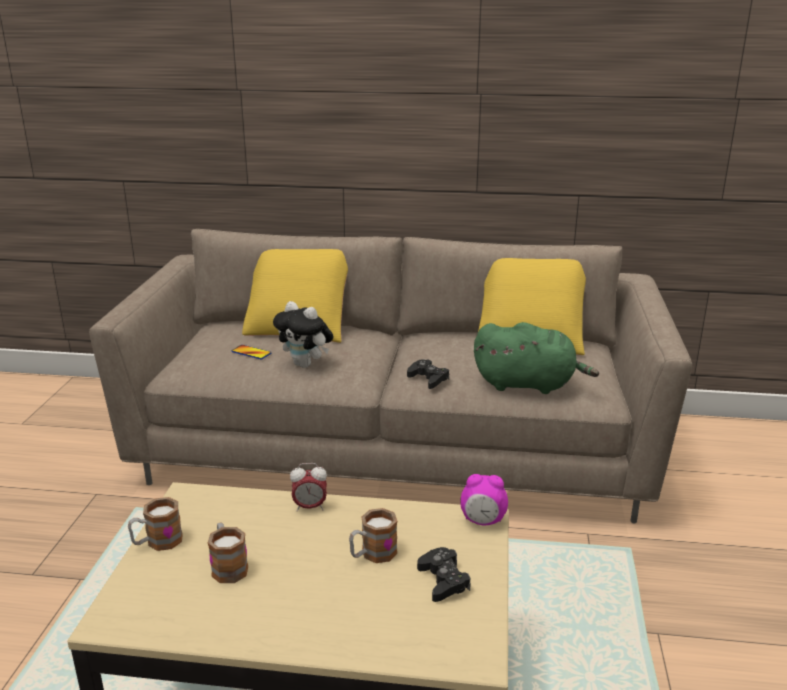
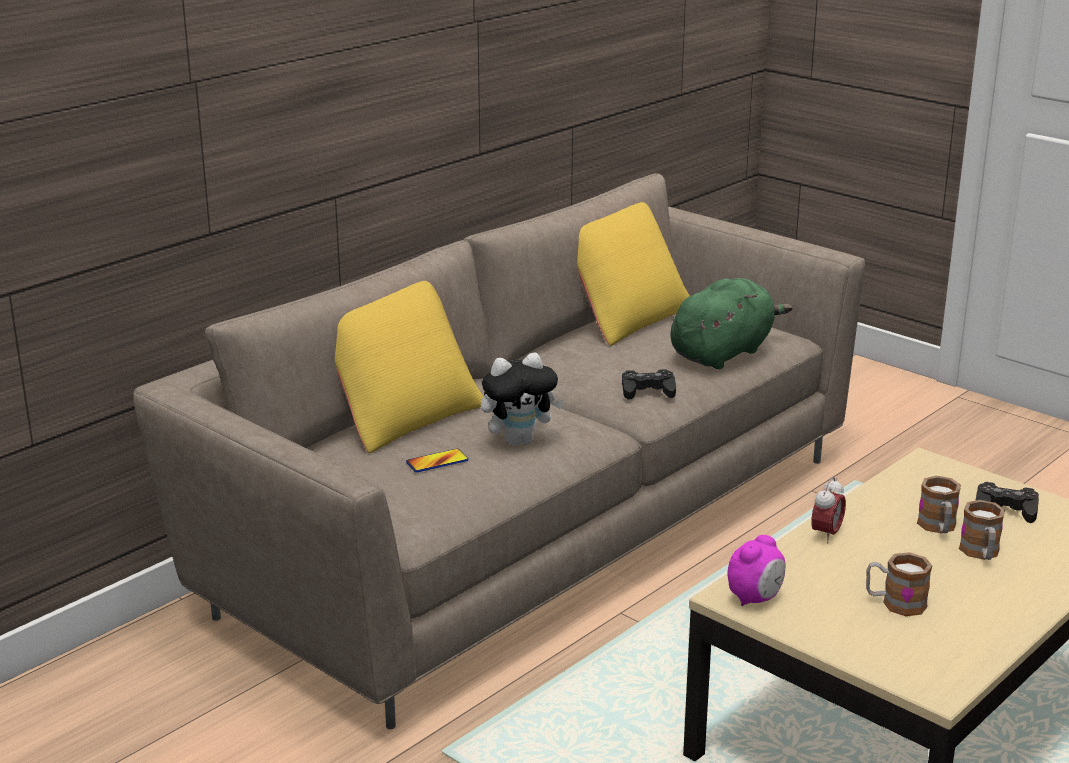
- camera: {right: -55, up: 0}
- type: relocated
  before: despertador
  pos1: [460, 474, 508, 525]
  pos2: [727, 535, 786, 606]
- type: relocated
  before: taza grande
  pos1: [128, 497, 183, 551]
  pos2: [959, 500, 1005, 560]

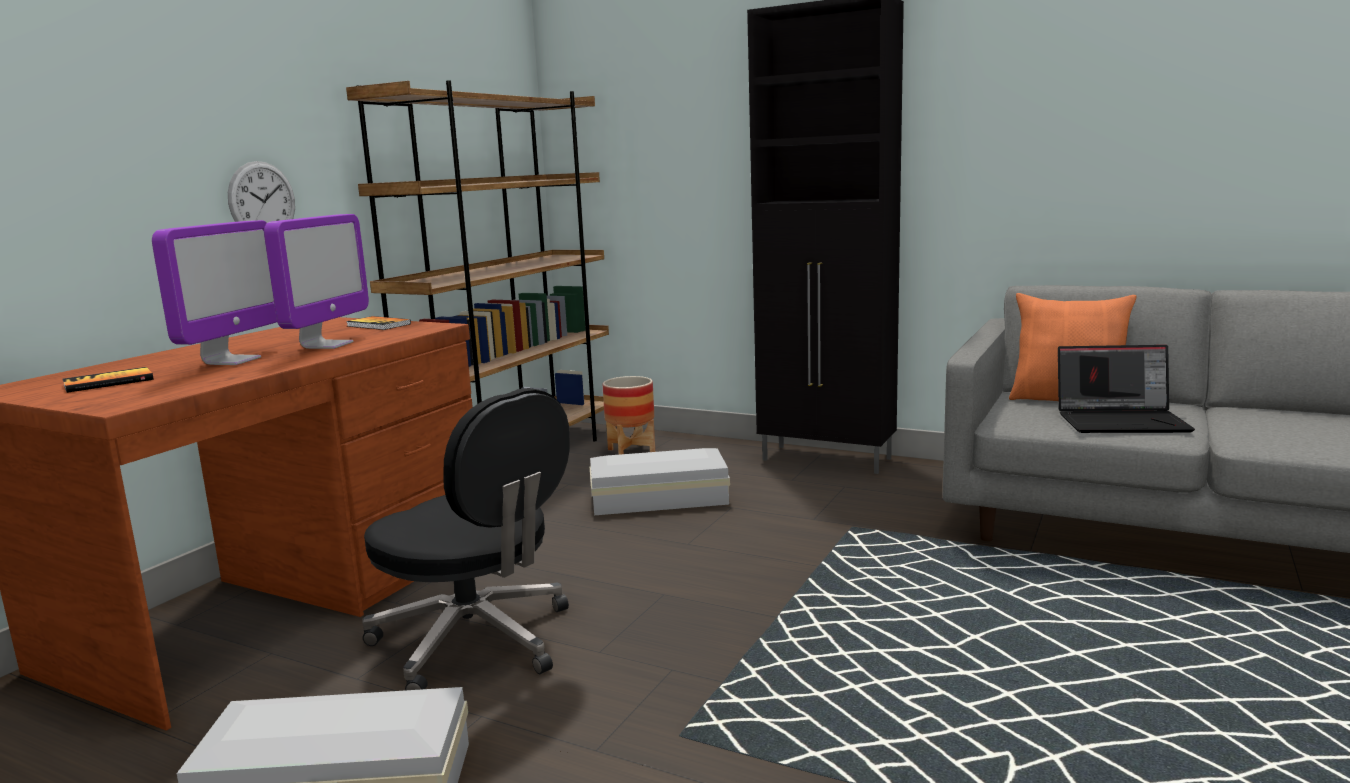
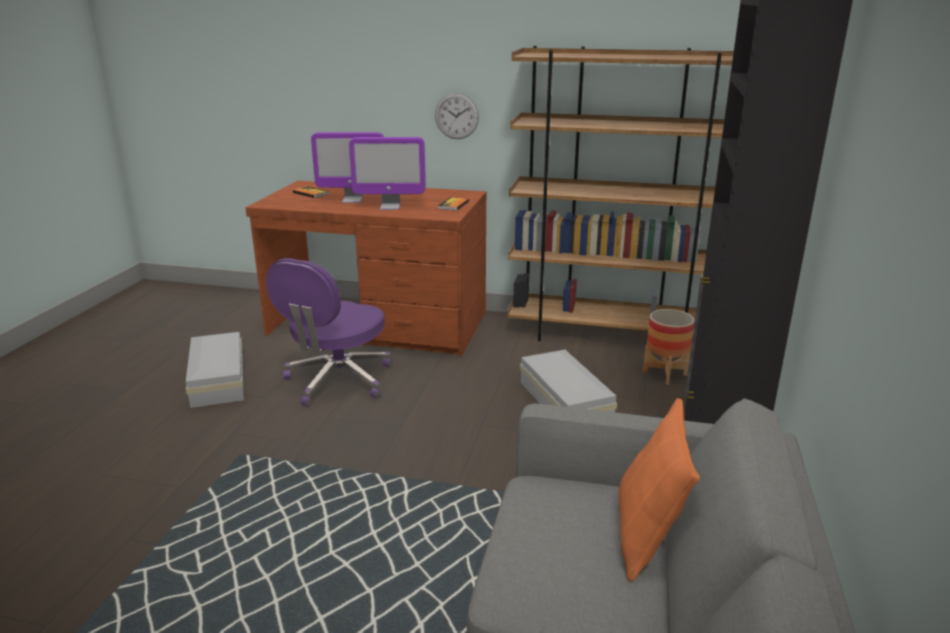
- camera: {right: 75, up: 10}
- type: colour
  before: silla de oficina/negro
  after: silla de oficina/morado
  pos1: [362, 388, 570, 690]
  pos2: [266, 258, 393, 407]
- type: missing
  before: portátil
  pos1: [1058, 345, 1195, 433]

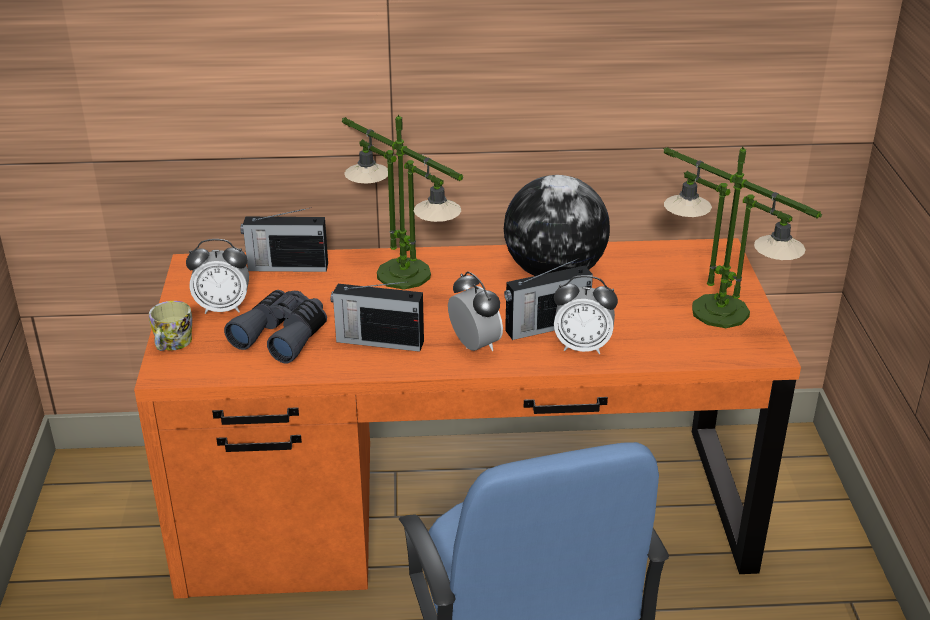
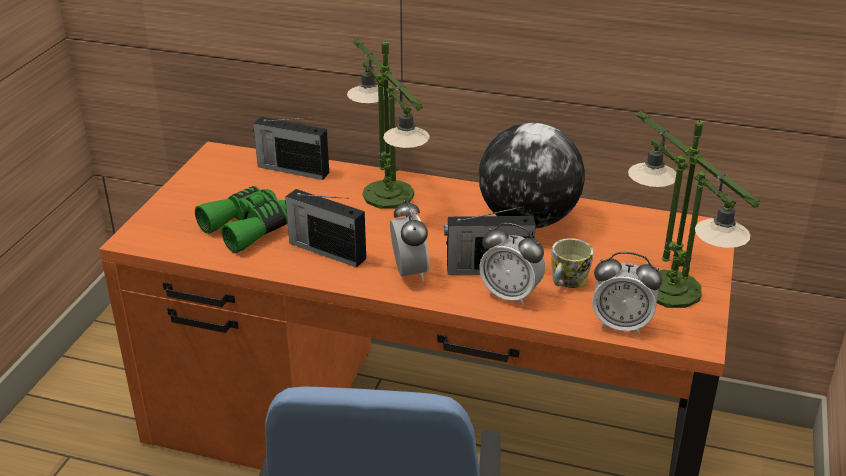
- camera: {right: 20, up: 0}
- type: colour
  before: prismáticos/gris
  after: prismáticos/verde
  pos1: [224, 290, 327, 363]
  pos2: [195, 186, 288, 253]
- type: relocated
  before: taza grande
  pos1: [149, 301, 192, 351]
  pos2: [551, 238, 593, 288]
- type: relocated
  before: despertador
  pos1: [186, 239, 249, 314]
  pos2: [592, 252, 662, 335]

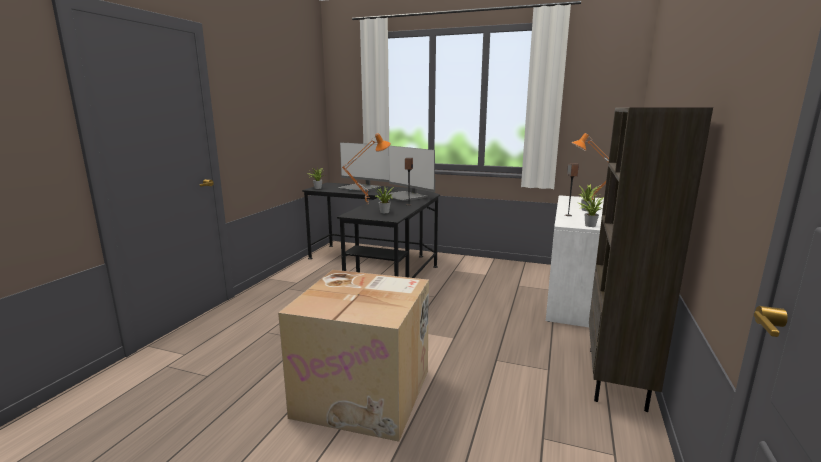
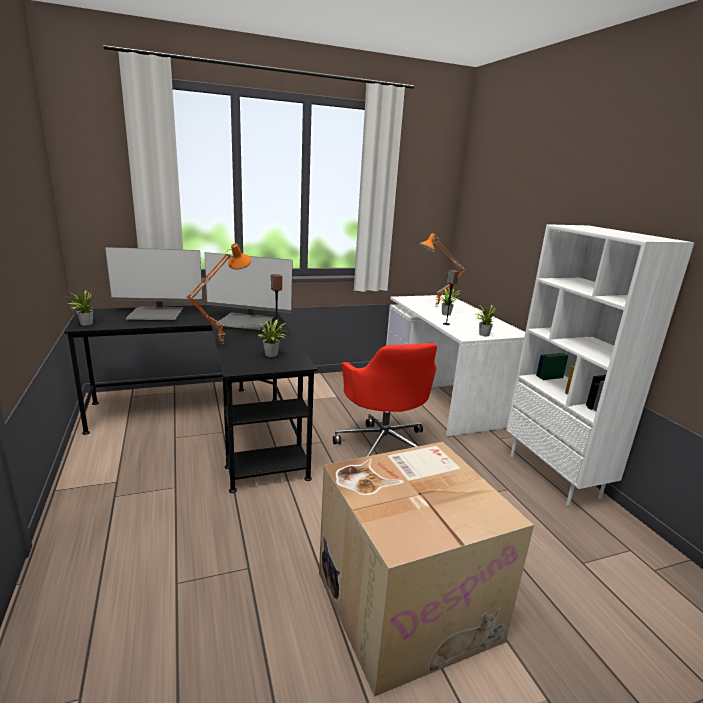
- camera: {right: -40, up: 5}
- type: appeared
  after: silla de oficina/rojo
  pos2: [333, 343, 437, 457]
- type: colour
  before: estantería/marrón
  after: estantería/blanco
  pos1: [589, 108, 713, 412]
  pos2: [506, 224, 695, 506]

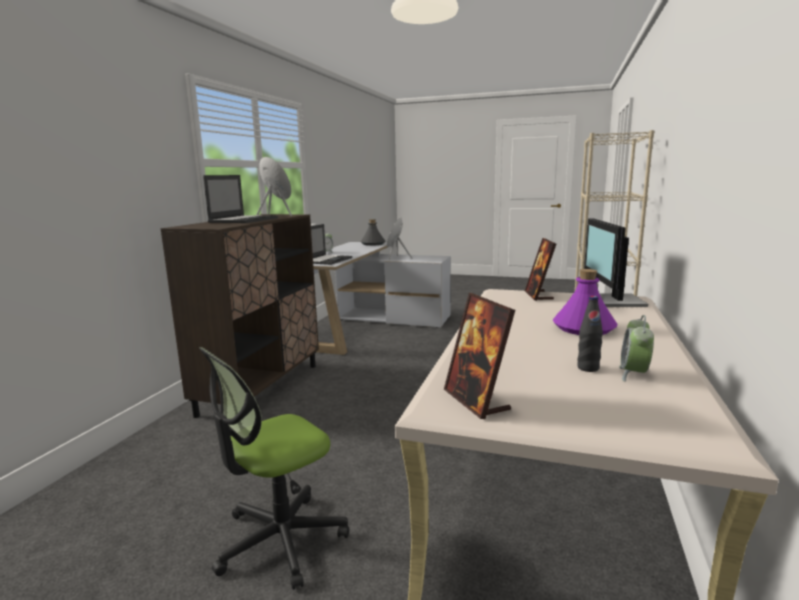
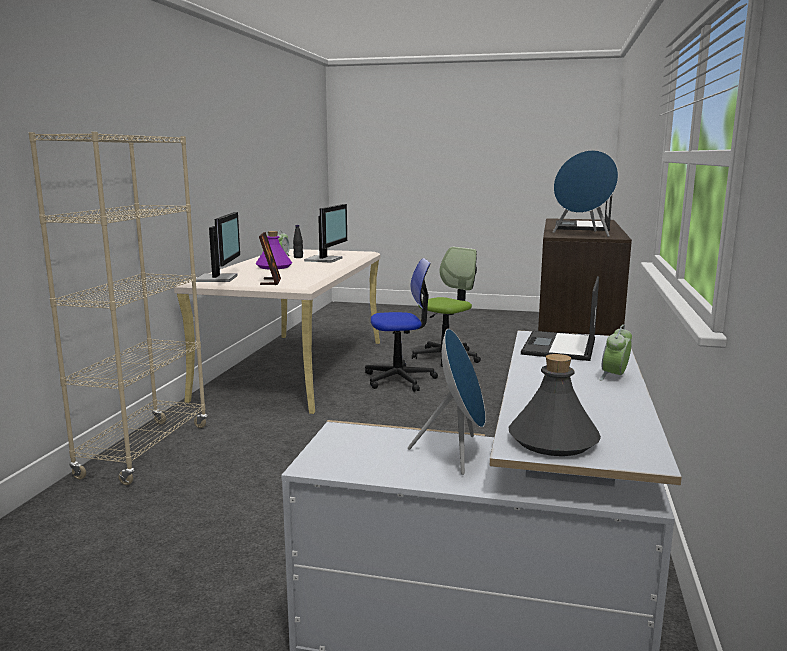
- camera: {right: 175, up: 0}
- type: appeared
  after: monitor
  pos2: [304, 204, 347, 263]
- type: appeared
  after: silla de oficina
  pos2: [365, 258, 438, 392]
- type: missing
  before: portarretratos
  pos1: [444, 293, 515, 419]

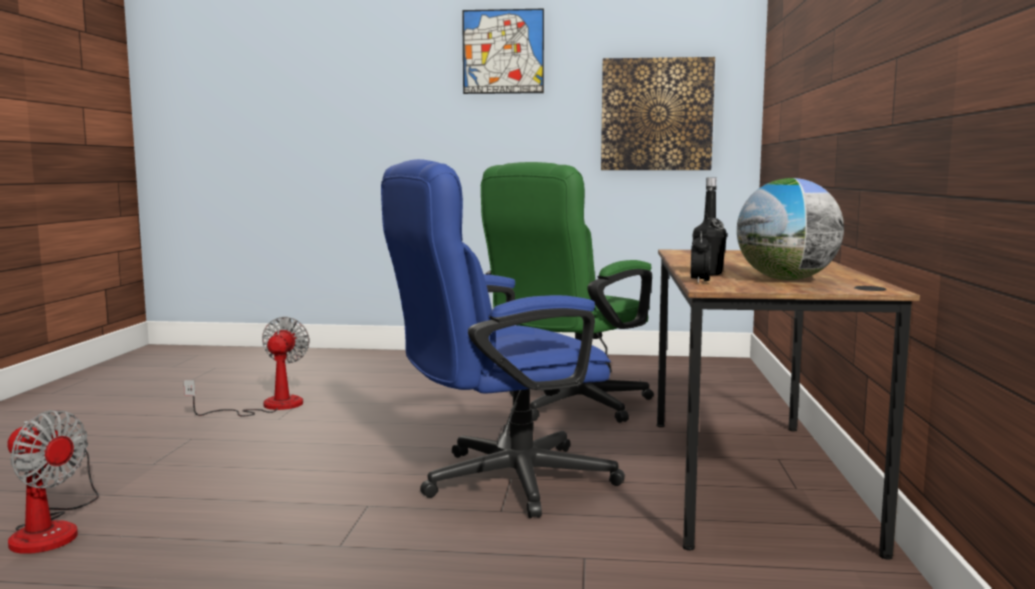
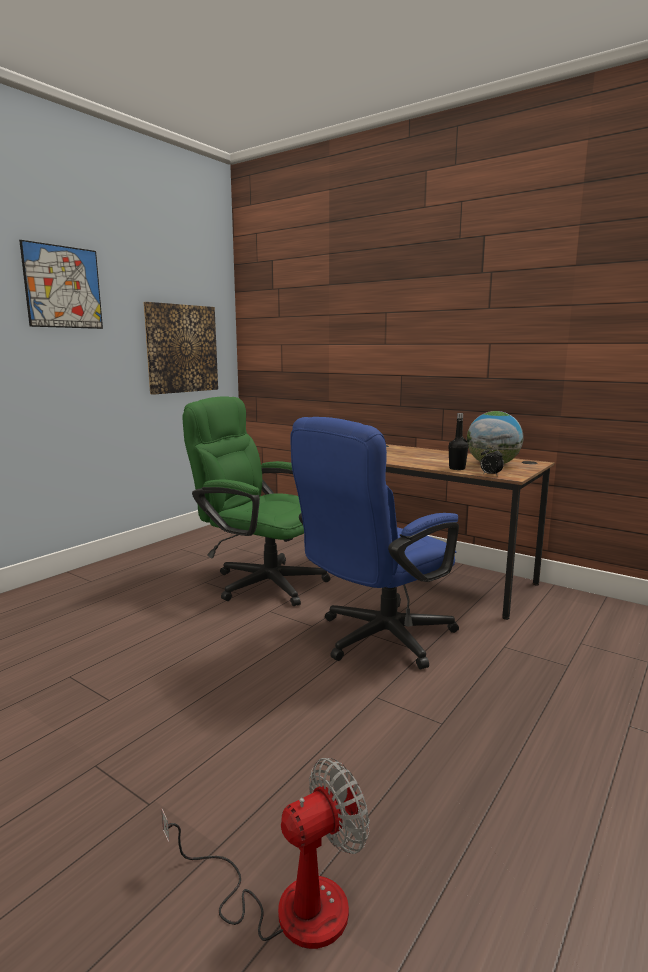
- camera: {right: -60, up: 5}
- type: spun
  before: silla de oficina/verde
  pos1: [481, 162, 654, 423]
  pos2: [182, 396, 331, 606]
  turn: 135
- type: spun
  before: silla de oficina/azul
  pos1: [381, 159, 625, 518]
  pos2: [290, 417, 459, 669]
  turn: 45
- type: missing
  before: ventilador
  pos1: [183, 317, 310, 417]

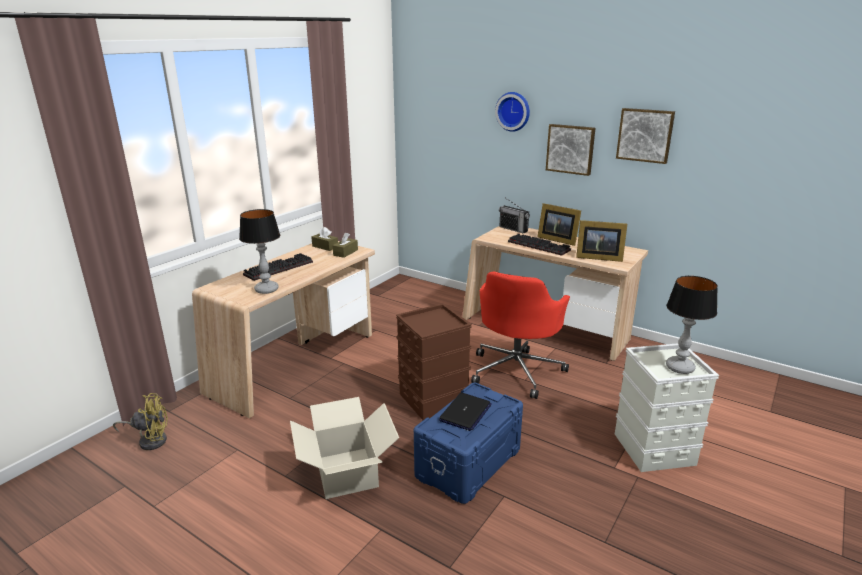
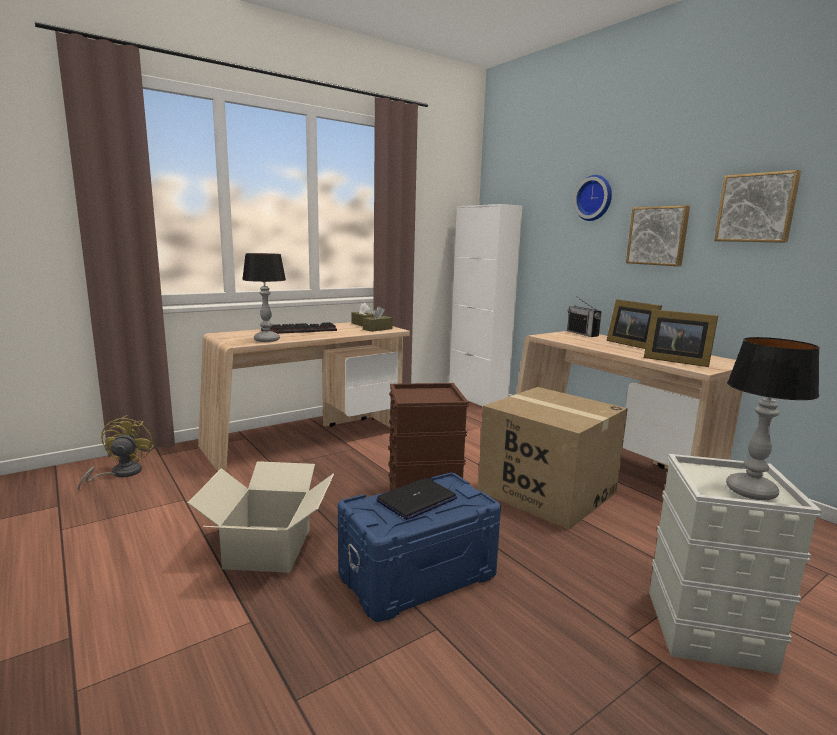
- camera: {right: 20, up: -10}
- type: spun
  before: ventilador/amarillo
  pos1: [113, 393, 168, 450]
  pos2: [78, 415, 154, 491]
  turn: -105
- type: appeared
  after: armario/blanco
  pos2: [449, 204, 522, 406]
- type: exchanged
  before: silla de oficina/rojo
  after: caja de cartón
  pos1: [471, 271, 570, 399]
  pos2: [478, 387, 628, 530]
- type: missing
  before: teclado
  pos1: [508, 233, 571, 256]

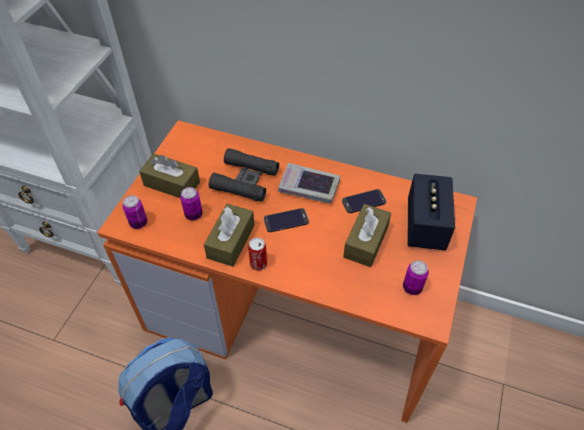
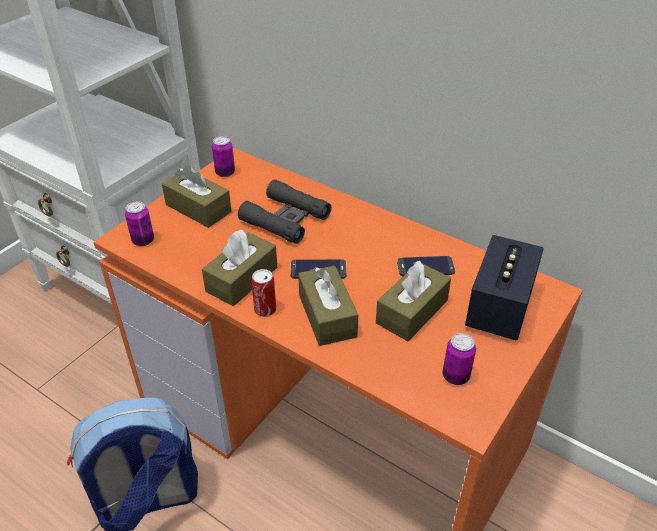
- camera: {right: 15, up: -10}
- type: relocated
  before: lata
  pos1: [180, 187, 203, 221]
  pos2: [212, 136, 235, 177]
- type: appeared
  after: caja de pañuelos/marrón
  pos2: [298, 266, 358, 346]
- type: missing
  before: libro
  pos1: [278, 163, 340, 204]

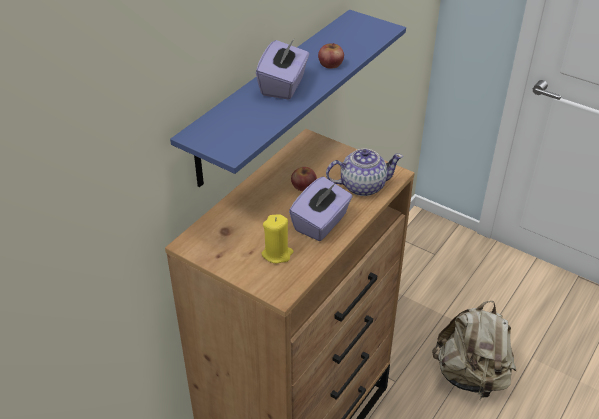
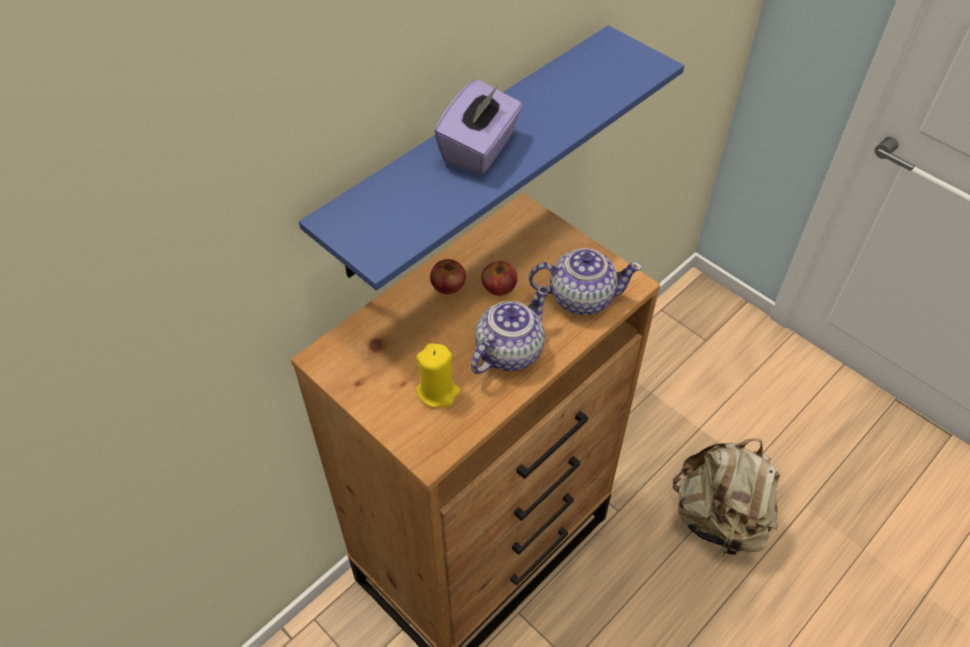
- camera: {right: 10, up: 10}
- type: relocated
  before: manzana
  pos1: [318, 43, 344, 69]
  pos2: [430, 259, 466, 294]
- type: exchanged
  before: caja de pañuelos/morado
  after: tetera
  pos1: [289, 177, 353, 241]
  pos2: [471, 287, 548, 374]

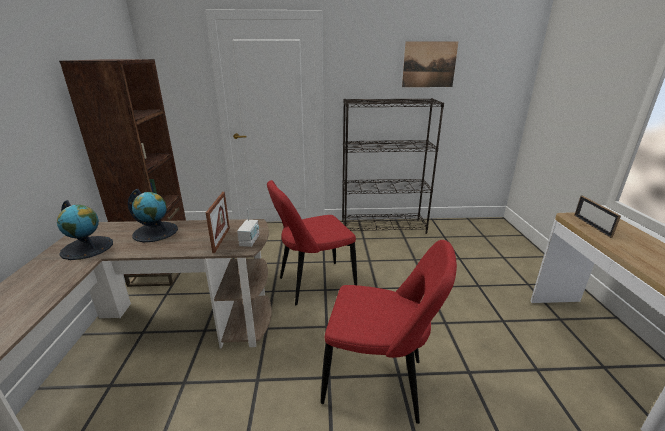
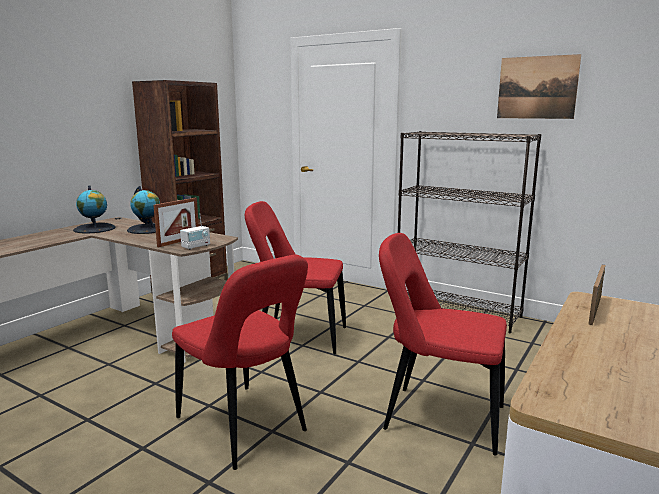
- camera: {right: 35, up: -10}
- type: appeared
  after: silla/rojo
  pos2: [379, 233, 507, 456]

